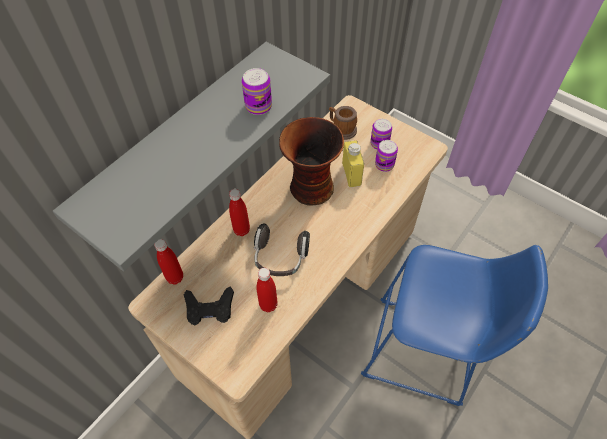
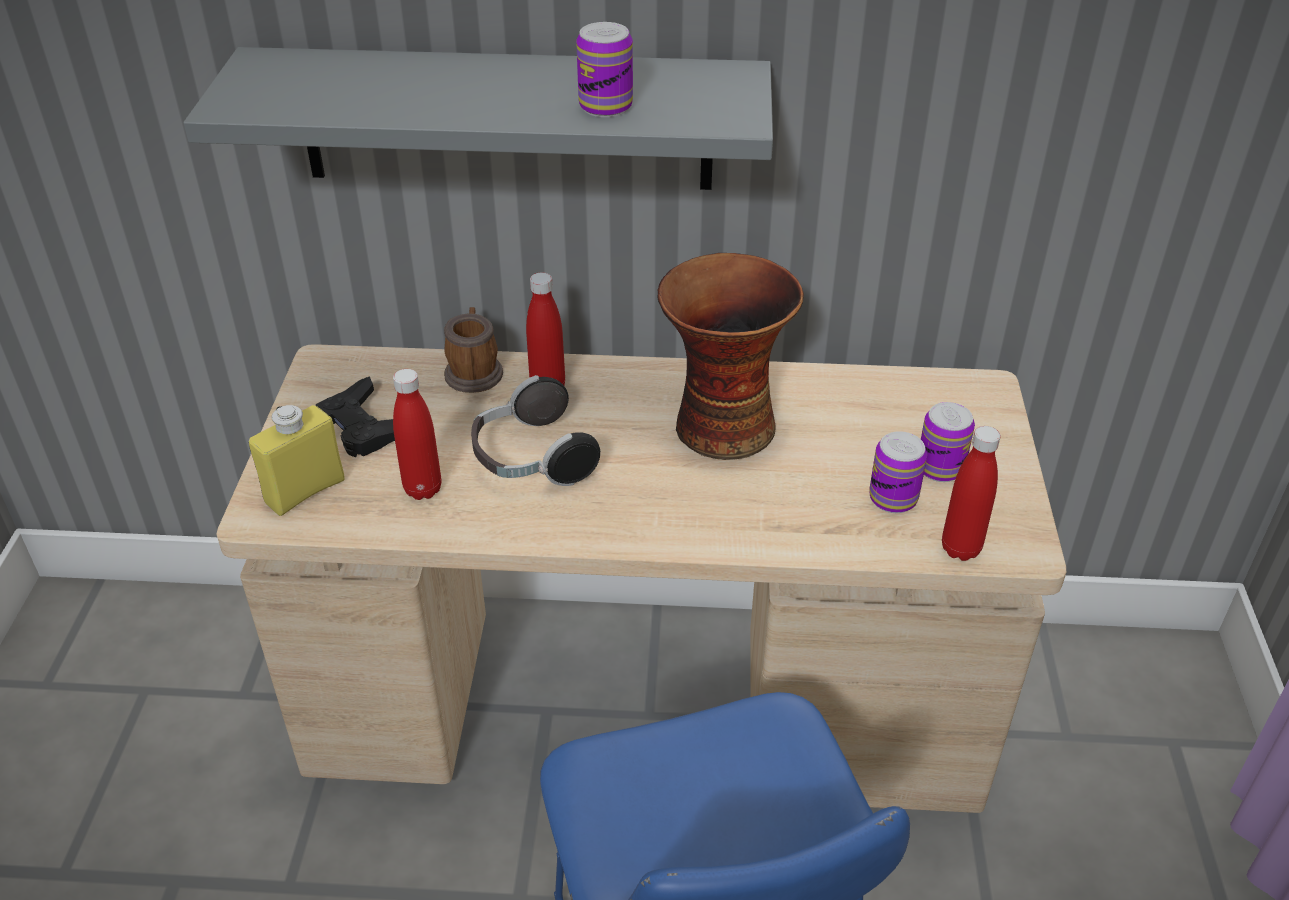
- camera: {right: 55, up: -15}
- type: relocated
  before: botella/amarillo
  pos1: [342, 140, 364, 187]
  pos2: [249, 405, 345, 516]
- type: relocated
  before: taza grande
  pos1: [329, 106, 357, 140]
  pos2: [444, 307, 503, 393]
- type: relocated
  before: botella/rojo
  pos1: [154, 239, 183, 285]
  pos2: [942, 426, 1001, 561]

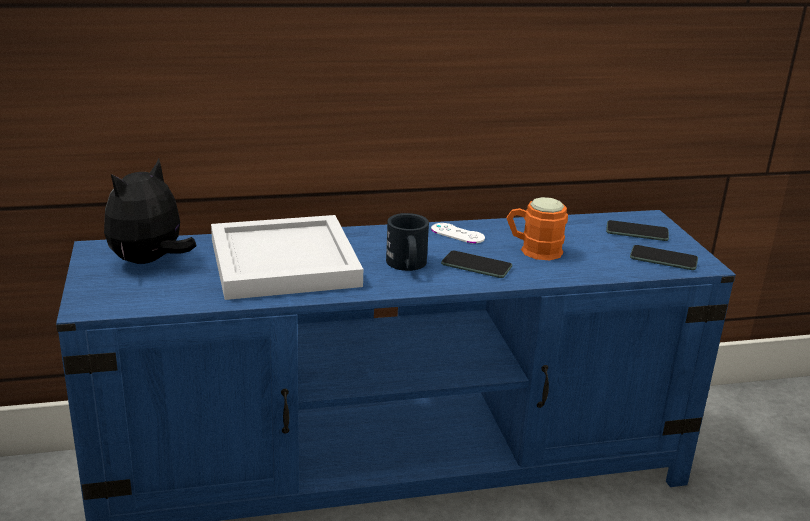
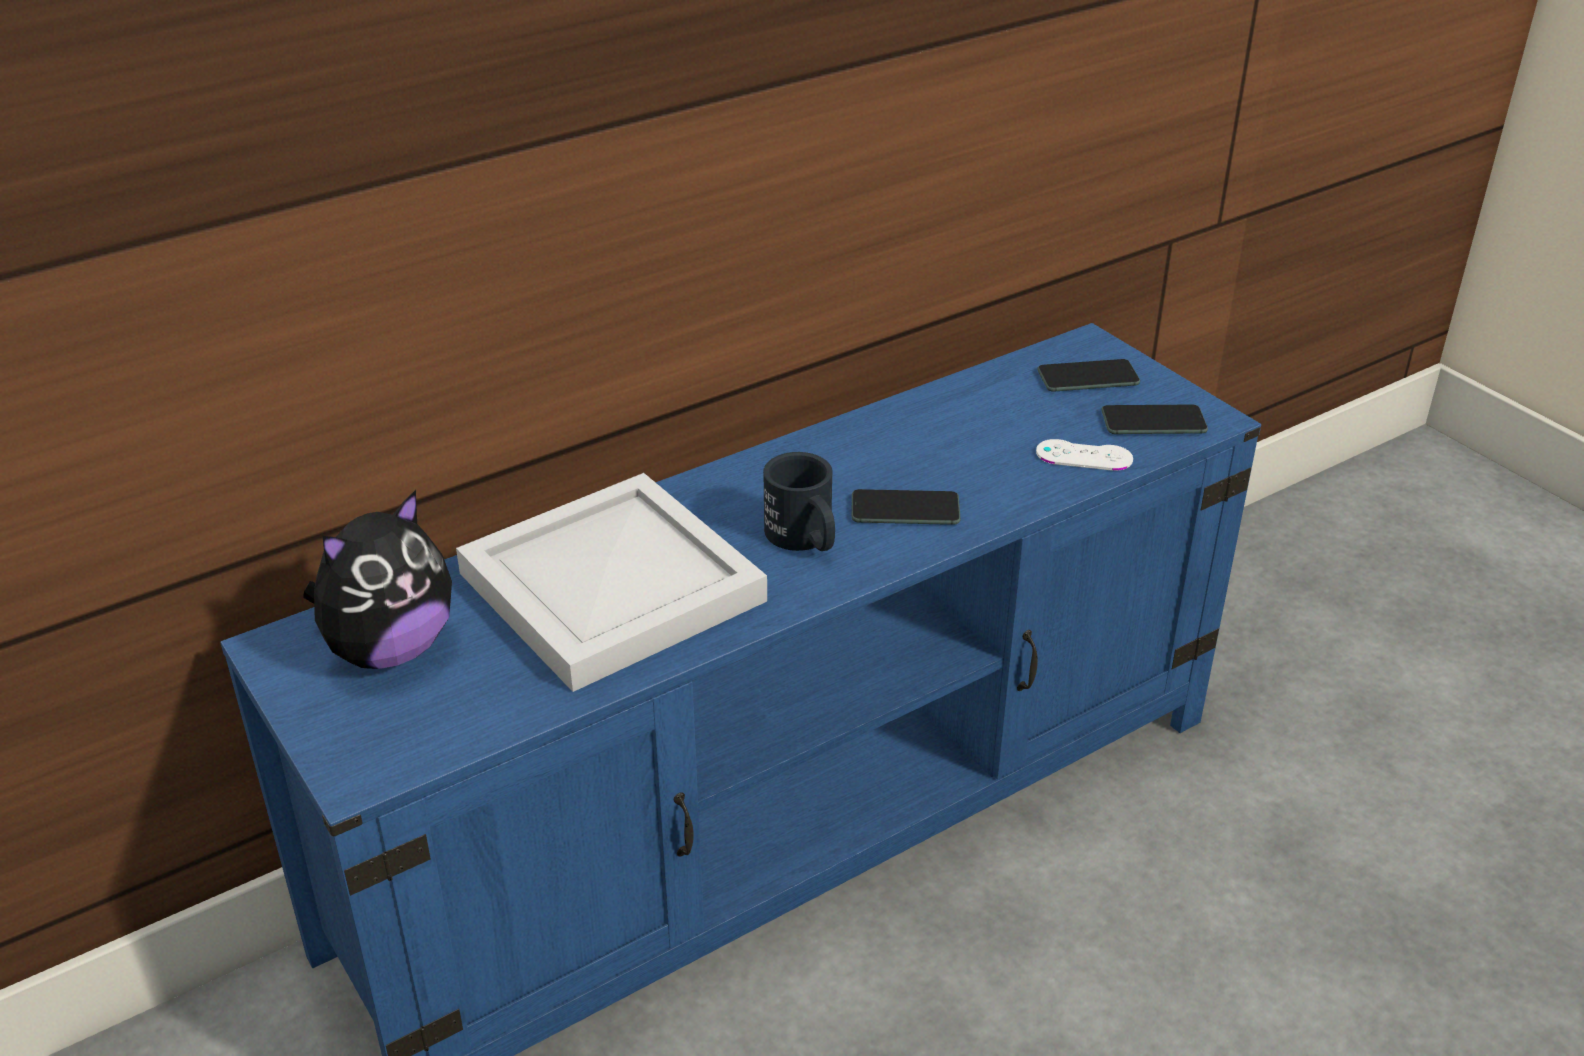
- camera: {right: -20, up: 10}
- type: spun
  before: peluche
  pos1: [104, 159, 196, 264]
  pos2: [303, 490, 452, 669]
  turn: -150
- type: relocated
  before: mando de consola/blanco
  pos1: [431, 223, 485, 243]
  pos2: [1036, 439, 1133, 471]
- type: missing
  before: taza grande/naranja
  pos1: [507, 197, 568, 260]

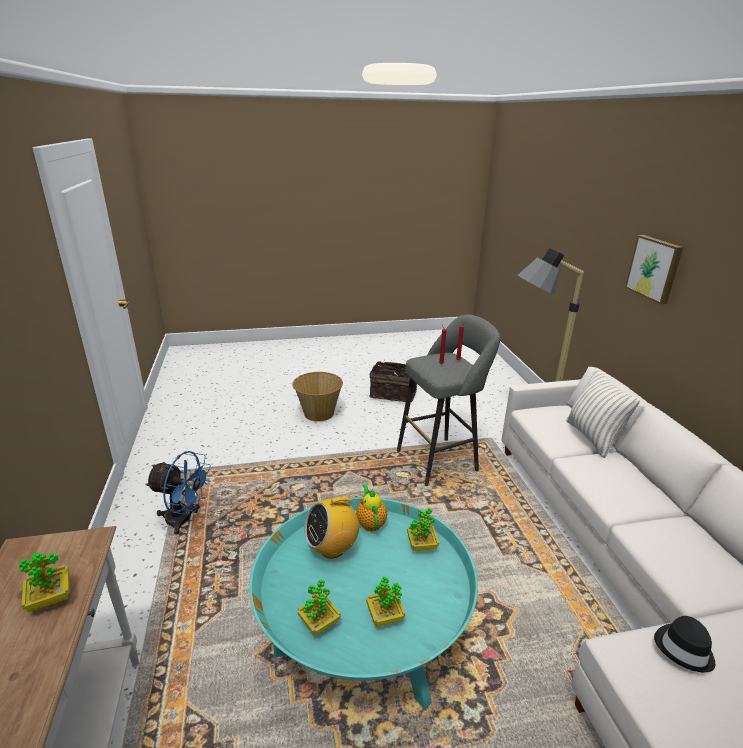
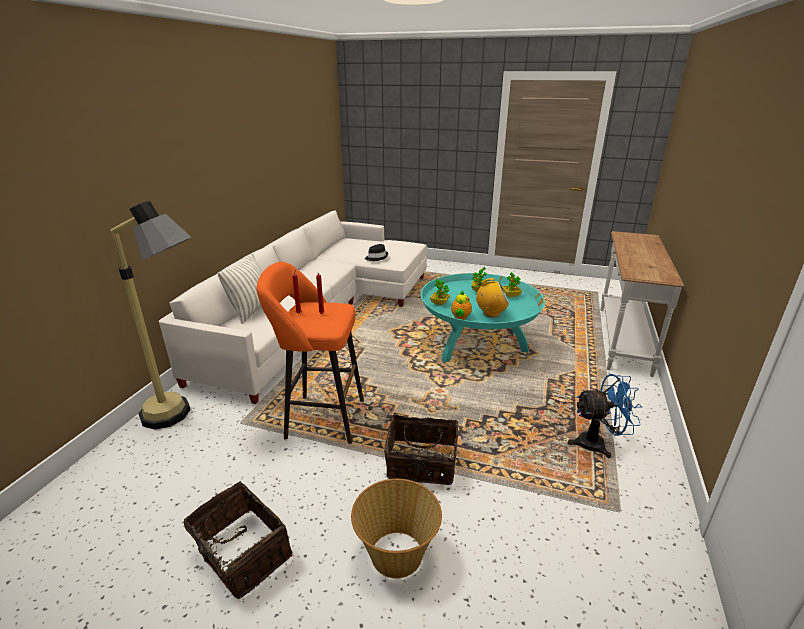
- camera: {right: -150, up: 0}
- type: colour
  before: taburete/gris
  after: taburete/naranja
  pos1: [397, 315, 500, 486]
  pos2: [256, 262, 364, 444]
- type: appeared
  after: cesta
  pos2: [384, 414, 458, 485]
- type: spun
  before: ventilador/azul
  pos1: [145, 451, 211, 535]
  pos2: [567, 374, 643, 458]
  turn: 135
- type: missing
  before: planta en maceta
  pos1: [19, 553, 70, 612]
- type: missing
  before: cuadro
  pos1: [625, 235, 683, 304]

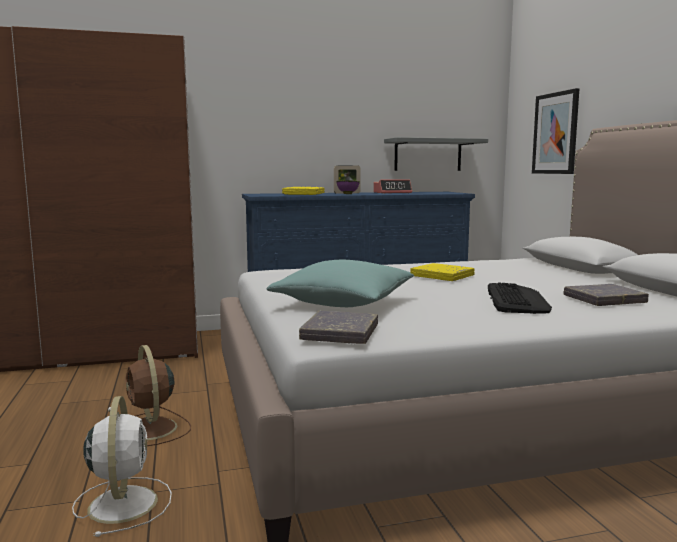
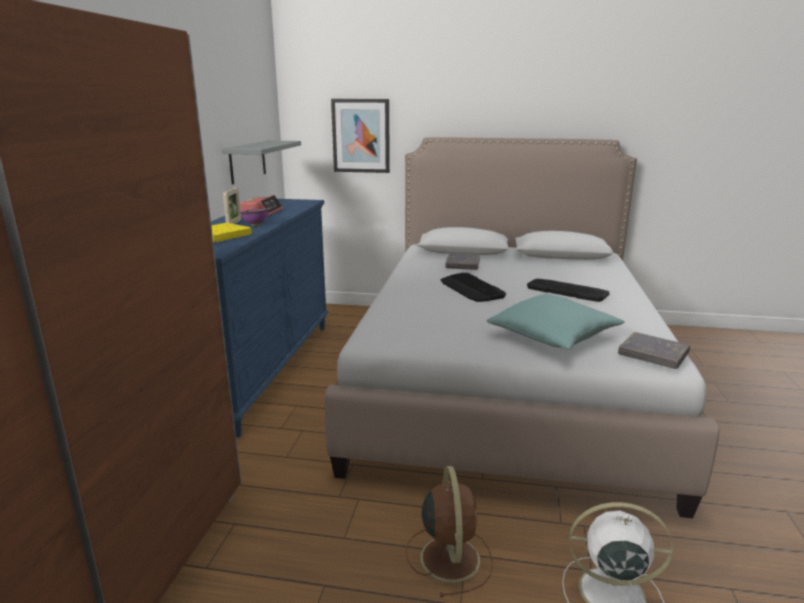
- camera: {right: -65, up: 10}
- type: spun
  before: ventilador/marrón
  pos1: [125, 345, 191, 446]
  pos2: [406, 466, 493, 597]
  turn: -90
- type: exchanged
  before: libro/amarillo
  after: teclado
  pos1: [410, 263, 475, 281]
  pos2: [440, 273, 506, 302]
- type: relocated
  before: libro/gris
  pos1: [564, 284, 649, 306]
  pos2: [445, 253, 480, 270]

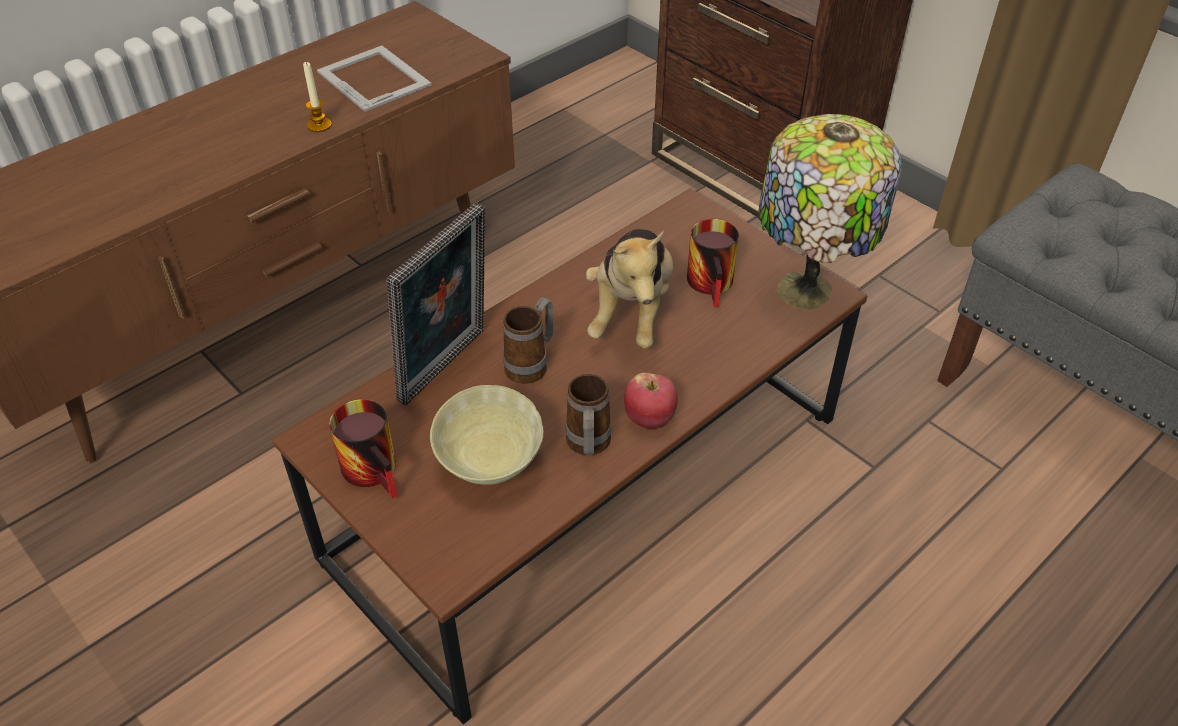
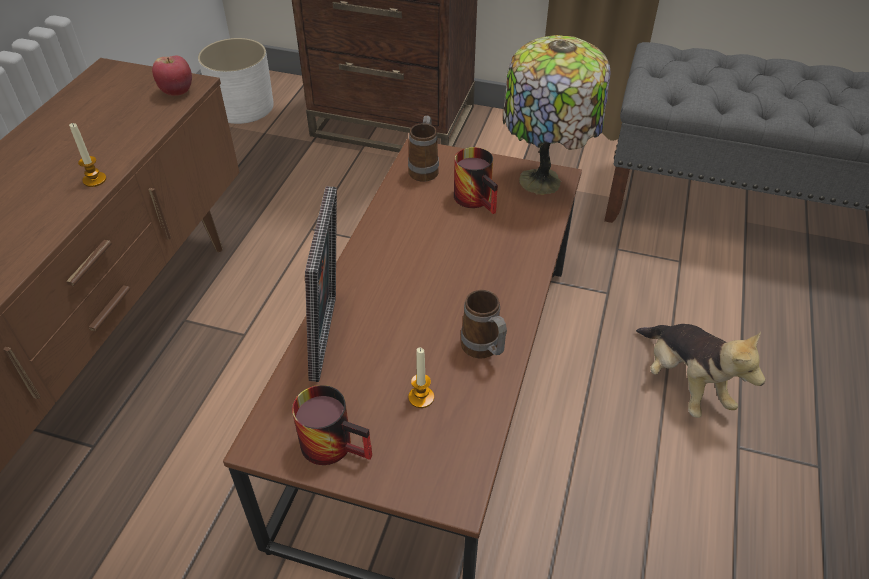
- camera: {right: -30, up: 0}
- type: relocated
  before: manzana
  pos1: [624, 373, 678, 429]
  pos2: [152, 55, 192, 96]
- type: appeared
  after: maceta/blanco
  pos2: [198, 38, 274, 124]
- type: relocated
  before: taza grande
  pos1: [503, 297, 553, 384]
  pos2: [408, 115, 439, 182]
- type: exchanged
  before: cuenco/beis
  after: vela
  pos1: [430, 385, 543, 485]
  pos2: [408, 348, 434, 408]
- type: relocated
  before: peluche
  pos1: [586, 229, 673, 349]
  pos2: [636, 324, 765, 418]
- type: missing
  before: portarretratos
  pos1: [317, 46, 431, 112]

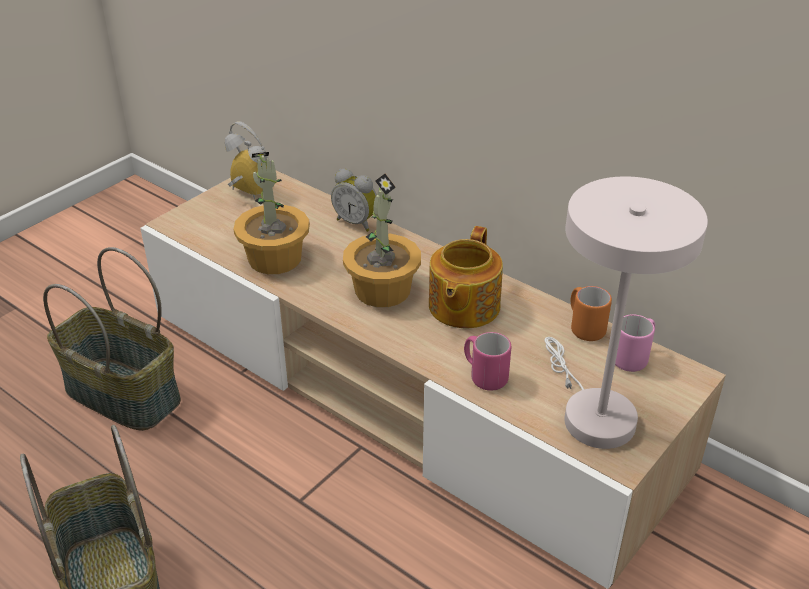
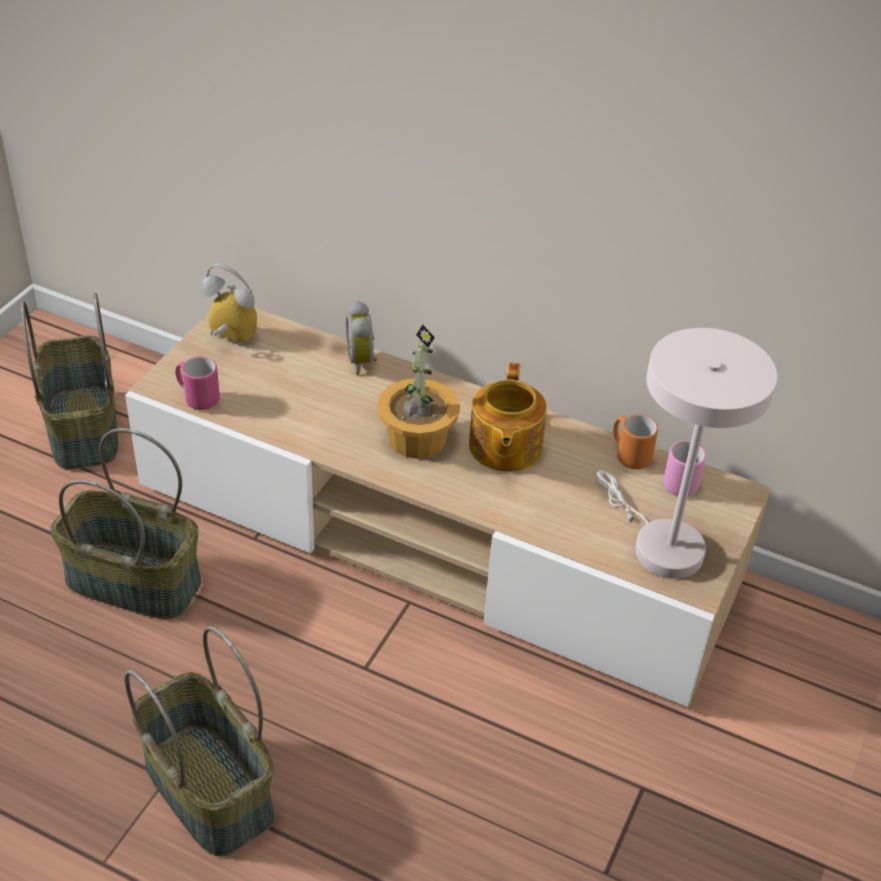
- camera: {right: -15, up: 5}
- type: appeared
  after: cesta
  pos2: [21, 293, 118, 469]
- type: relocated
  before: taza grande/rosa
  pos1: [464, 332, 511, 391]
  pos2: [175, 357, 220, 410]
- type: spun
  before: despertador
  pos1: [331, 169, 377, 232]
  pos2: [346, 301, 377, 375]
  turn: 60
- type: missing
  before: planta en maceta
  pos1: [234, 152, 310, 274]

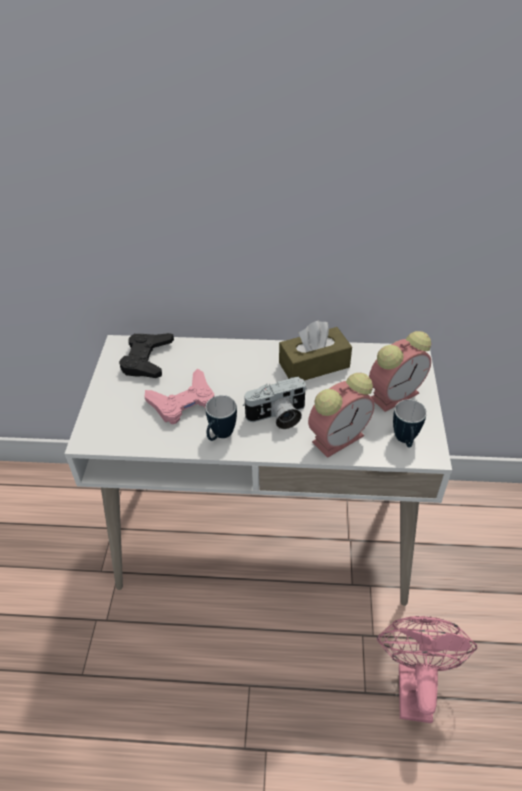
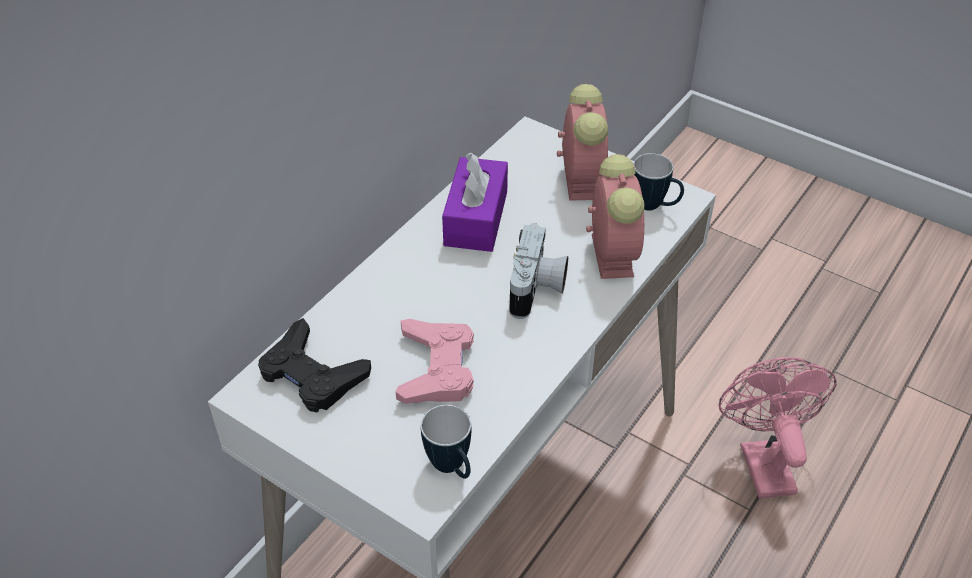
- camera: {right: -60, up: 0}
- type: relocated
  before: taza grande
  pos1: [205, 395, 237, 441]
  pos2: [421, 405, 471, 479]
- type: colour
  before: caja de pañuelos/marrón
  after: caja de pañuelos/morado
  pos1: [279, 321, 352, 381]
  pos2: [442, 152, 508, 252]
- type: spun
  before: ventilador/rosa
  pos1: [377, 616, 477, 723]
  pos2: [718, 357, 837, 498]
  turn: 45

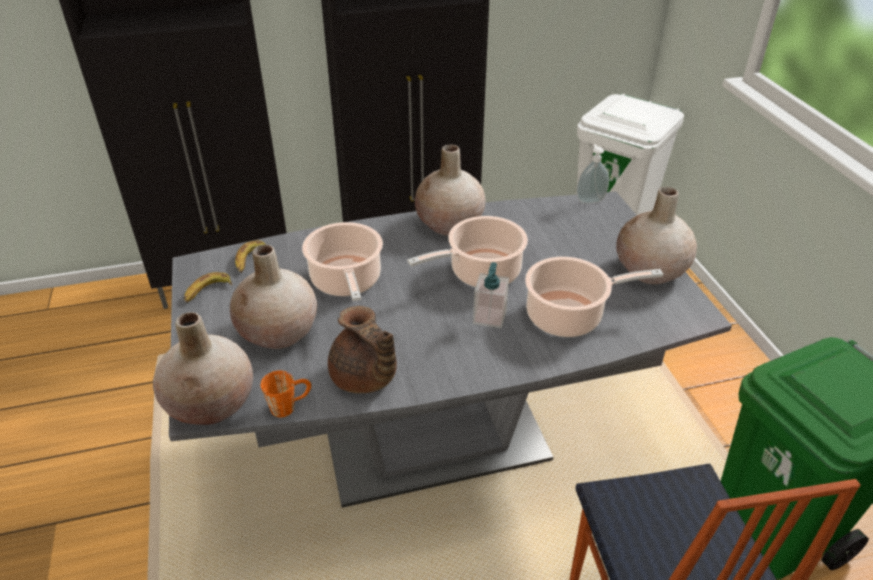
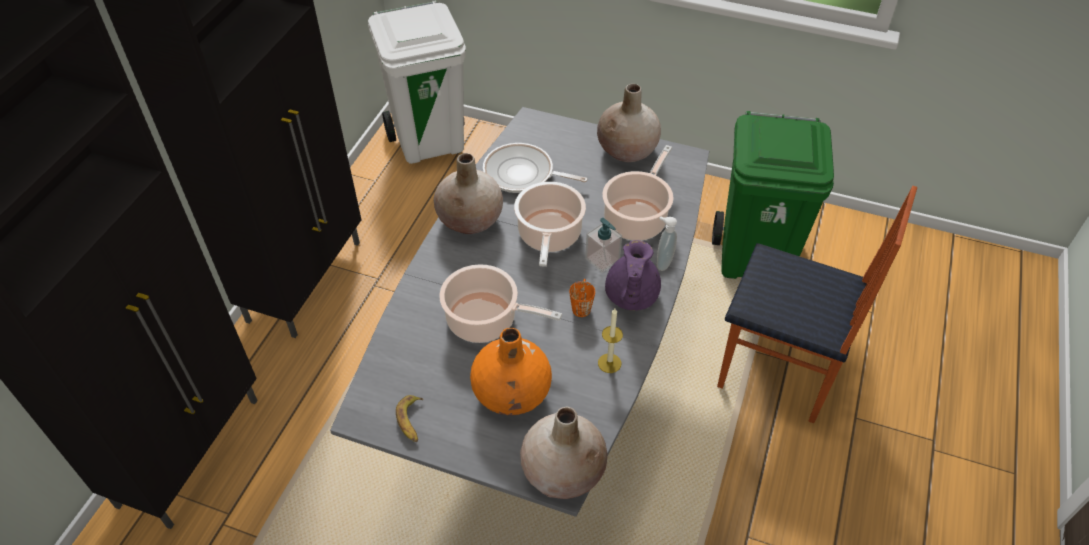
- camera: {right: -55, up: 10}
- type: colour
  before: florero/beis
  after: florero/naranja
  pos1: [230, 244, 317, 349]
  pos2: [470, 328, 552, 416]
- type: appeared
  after: sartén
  pos2: [483, 143, 587, 193]
- type: relocated
  before: taza grande/naranja
  pos1: [261, 371, 311, 417]
  pos2: [569, 279, 595, 317]
- type: exchanged
  before: tetera/marrón
  after: vela
  pos1: [328, 306, 397, 393]
  pos2: [598, 309, 623, 373]
- type: appeared
  after: tetera/morado
  pos2: [605, 240, 661, 311]
- type: relocated
  before: dispensador de jabón
  pos1: [576, 144, 609, 204]
  pos2: [657, 216, 677, 271]
- type: missing
  before: plátano
  pos1: [235, 240, 266, 273]

